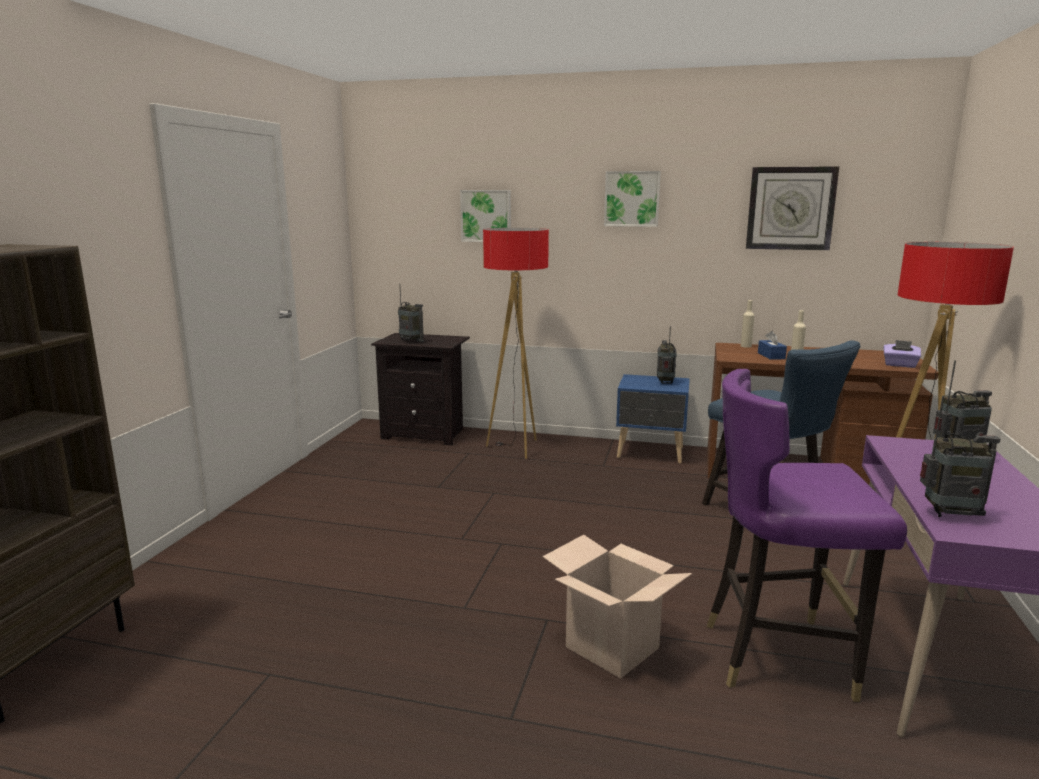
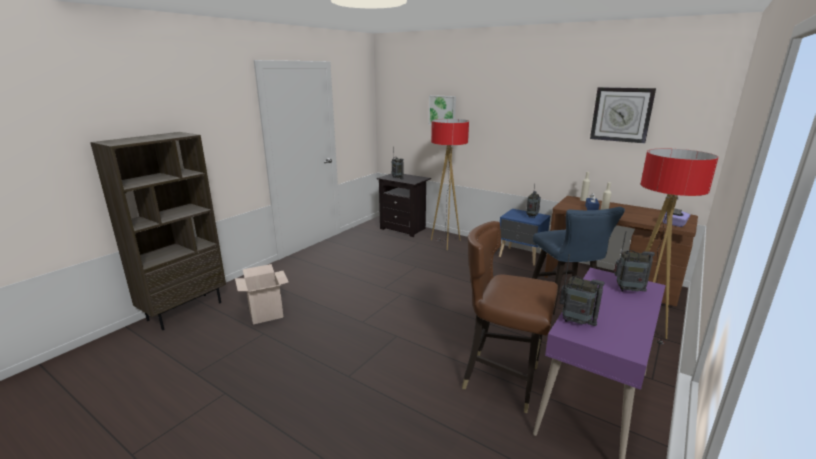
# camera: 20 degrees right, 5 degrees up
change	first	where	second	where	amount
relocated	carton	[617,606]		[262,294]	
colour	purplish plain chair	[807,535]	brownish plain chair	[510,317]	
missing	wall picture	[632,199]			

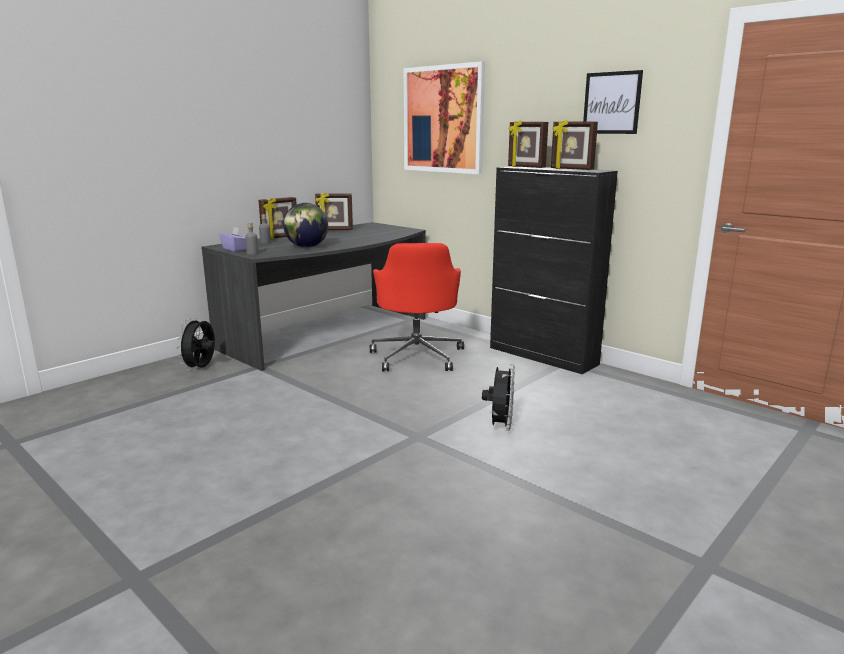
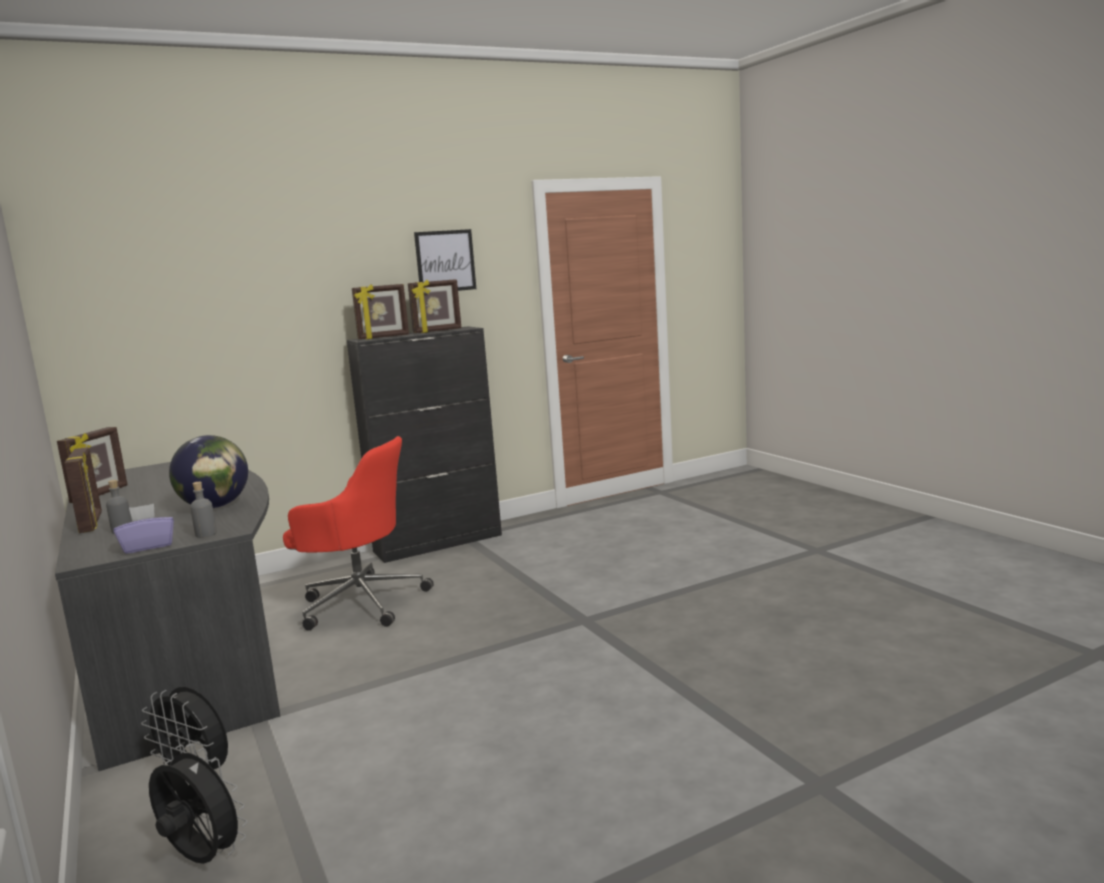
# camera: 70 degrees left, 5 degrees down
change	first	where	second	where	amount
relocated	black electric fan	[498,397]		[198,804]	
missing	wall picture	[444,117]			

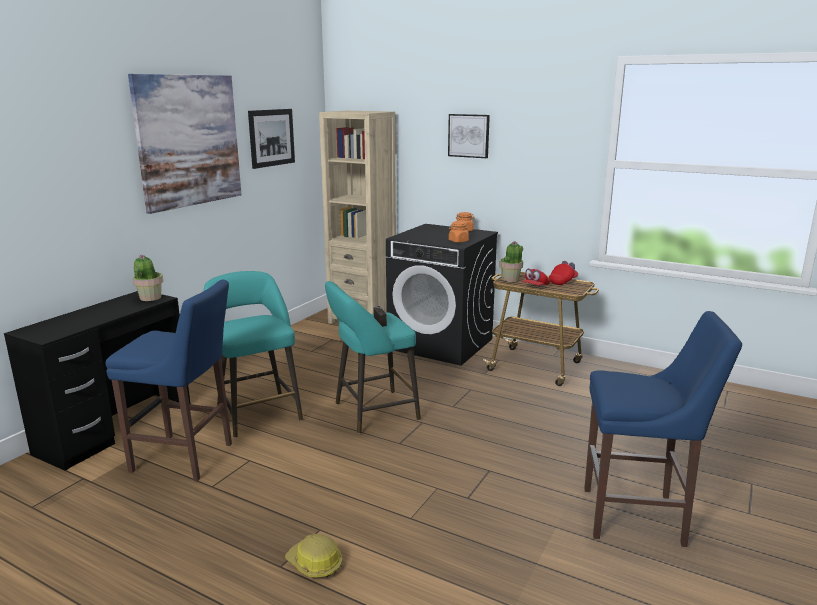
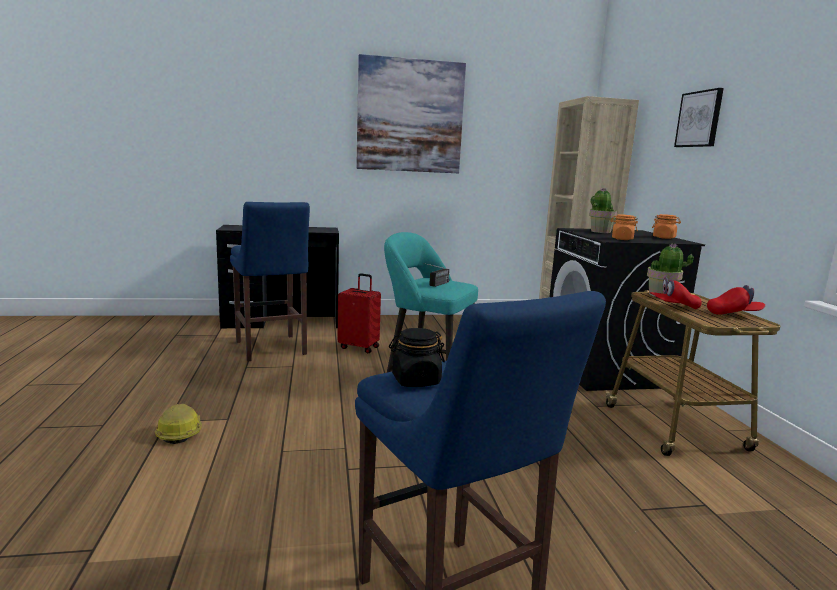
# camera: 50 degrees right, 5 degrees down
change	first	where	second	where	amount
exchanged	blue-green sitting stool	[253,354]	reddish suitcase	[359,313]	
appeared			black storage jar	[417,357]	
relocated	houseplant	[148,277]		[603,210]	
missing	wall picture	[271,139]			

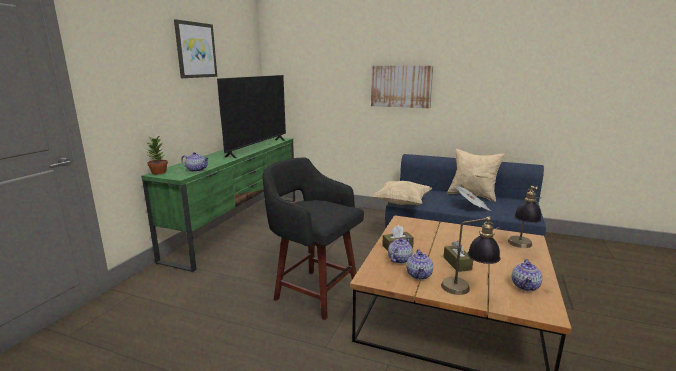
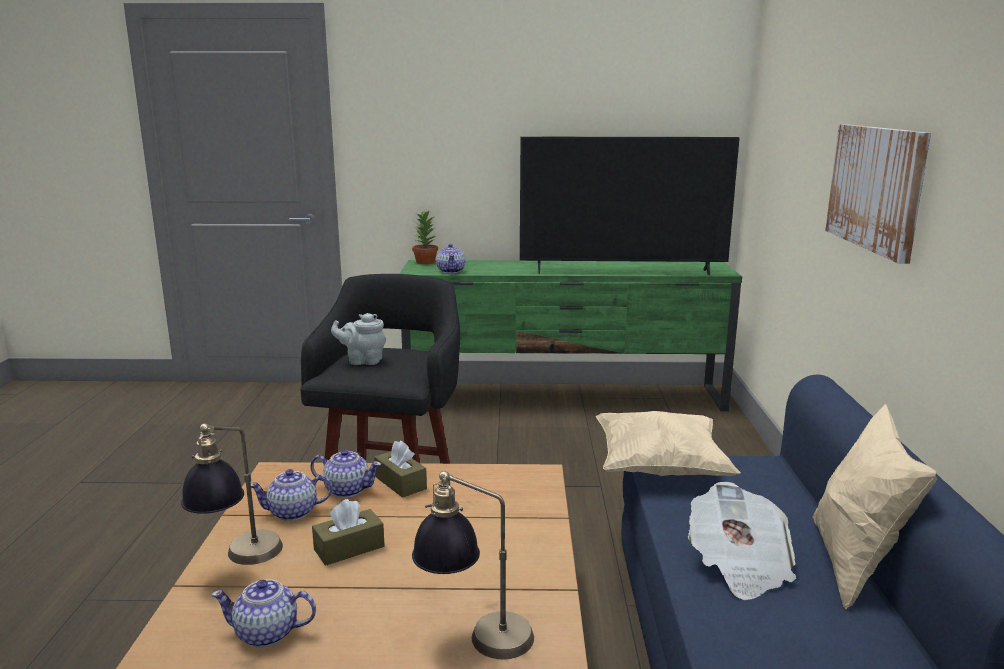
# camera: 70 degrees right, 0 degrees up
change	first	where	second	where	amount
appeared			grey teapot	[358,339]	
missing	wall picture	[195,48]			

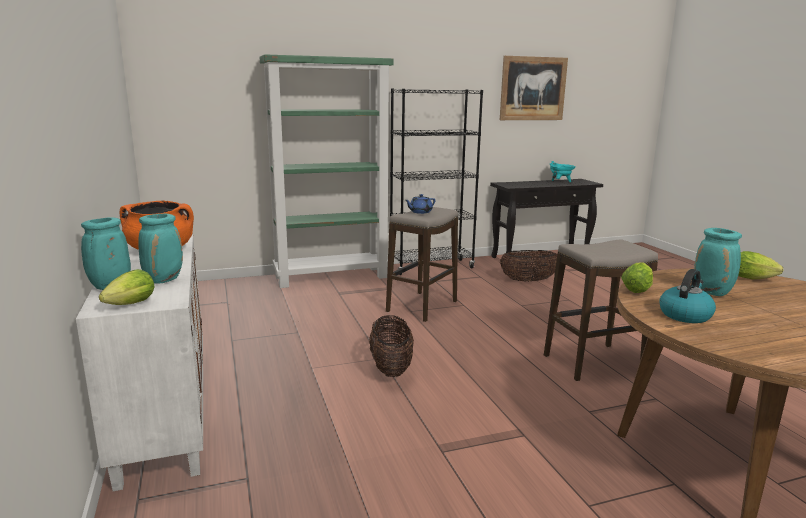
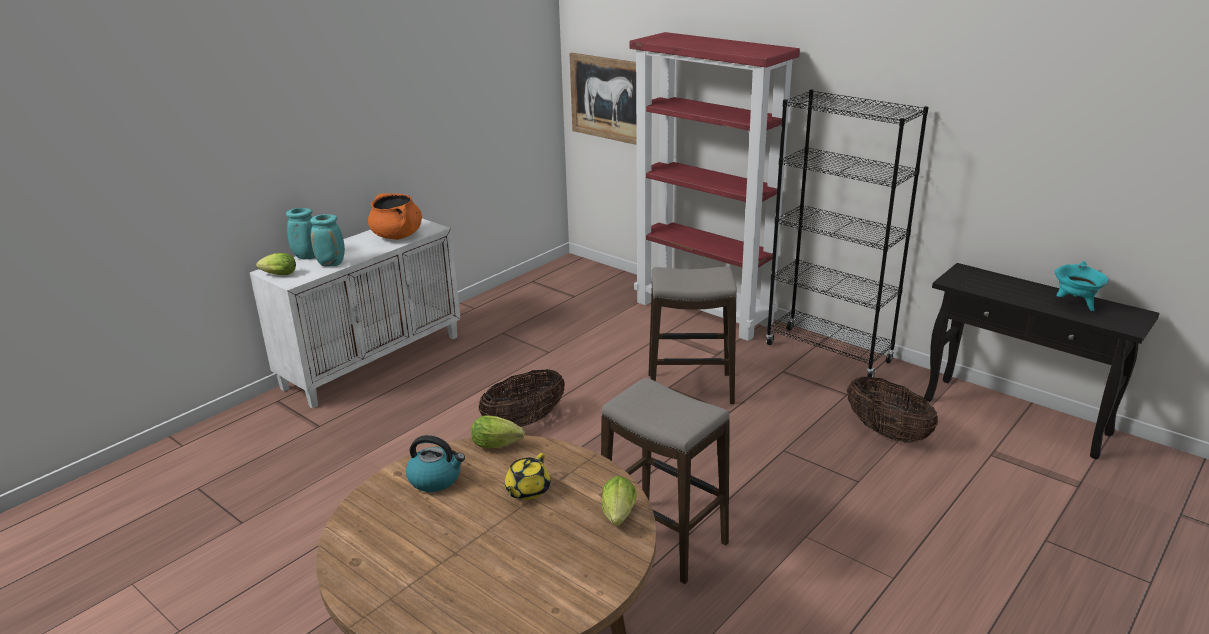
# camera: 60 degrees right, 10 degrees up
change	first	where	second	where	amount
exchanged	blue-green decorative vase	[718,262]	yellowish teapot	[528,476]	
relocated	wall picture	[534,88]		[603,99]	
colour	green-coloured bookcase	[327,171]	reddish bookcase	[715,186]	
missing	blue teapot	[420,204]			

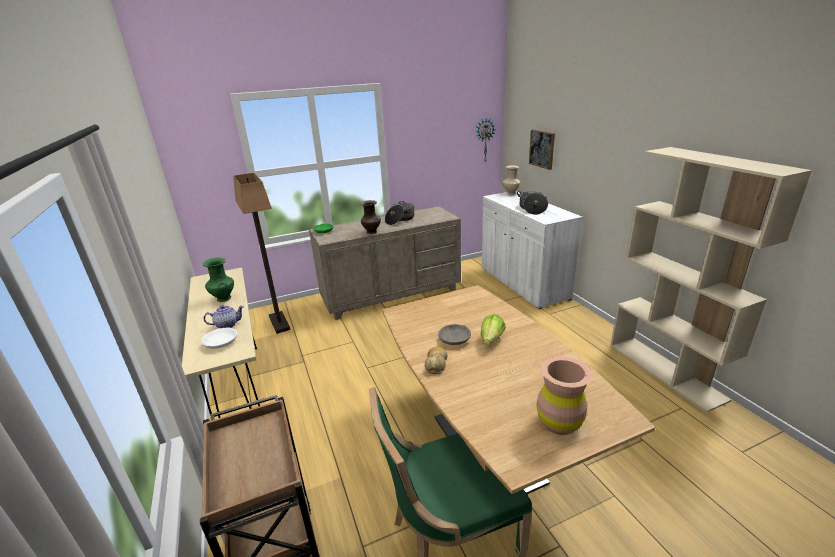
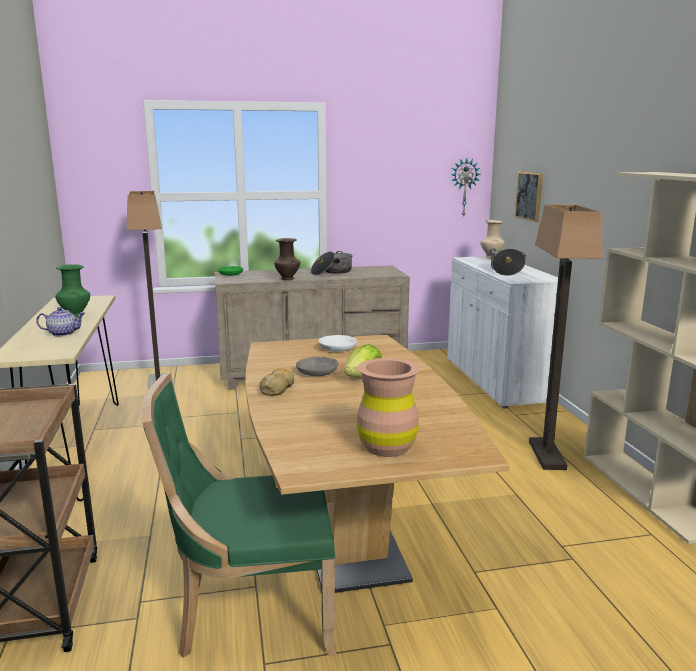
# camera: 10 degrees right, 10 degrees down
change	first	where	second	where	amount
relocated	white bowl	[219,338]		[337,343]	
appeared			standard lamp	[566,337]	

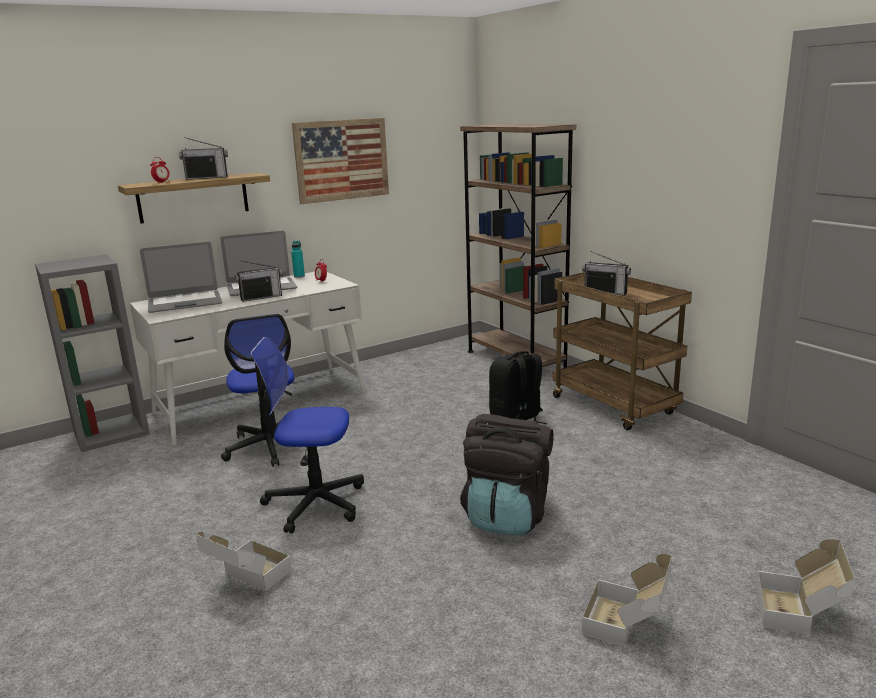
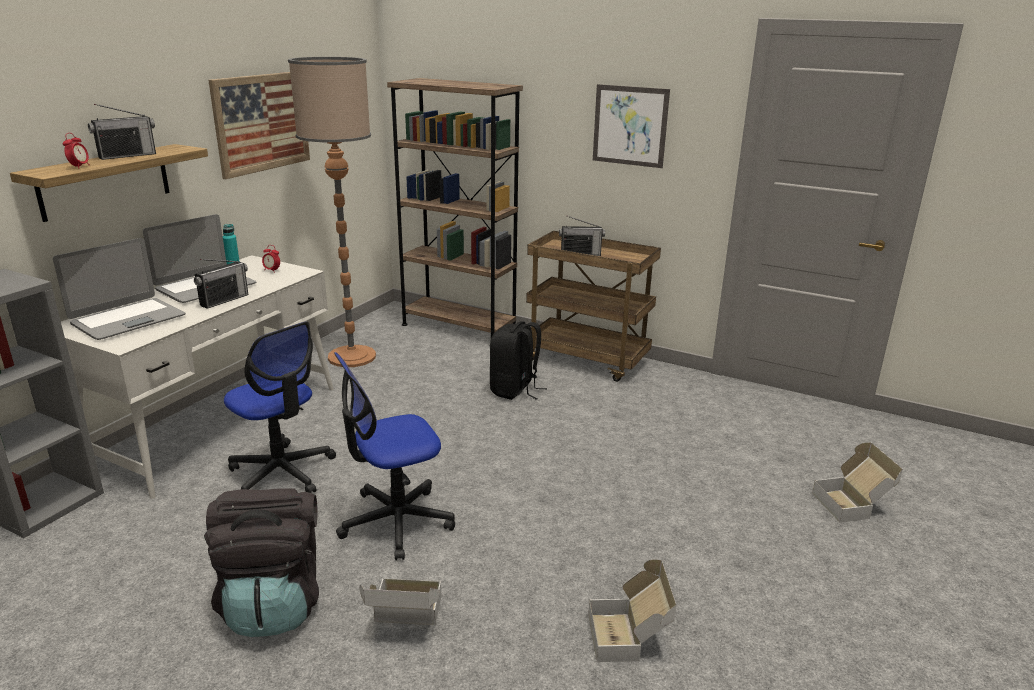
# camera: 30 degrees left, 5 degrees up
change	first	where	second	where	amount
relocated	black rucksack	[507,474]		[261,562]	
appeared			standard lamp	[332,212]	
relocated	carton	[627,600]		[632,610]	
appeared			wall picture	[631,126]	

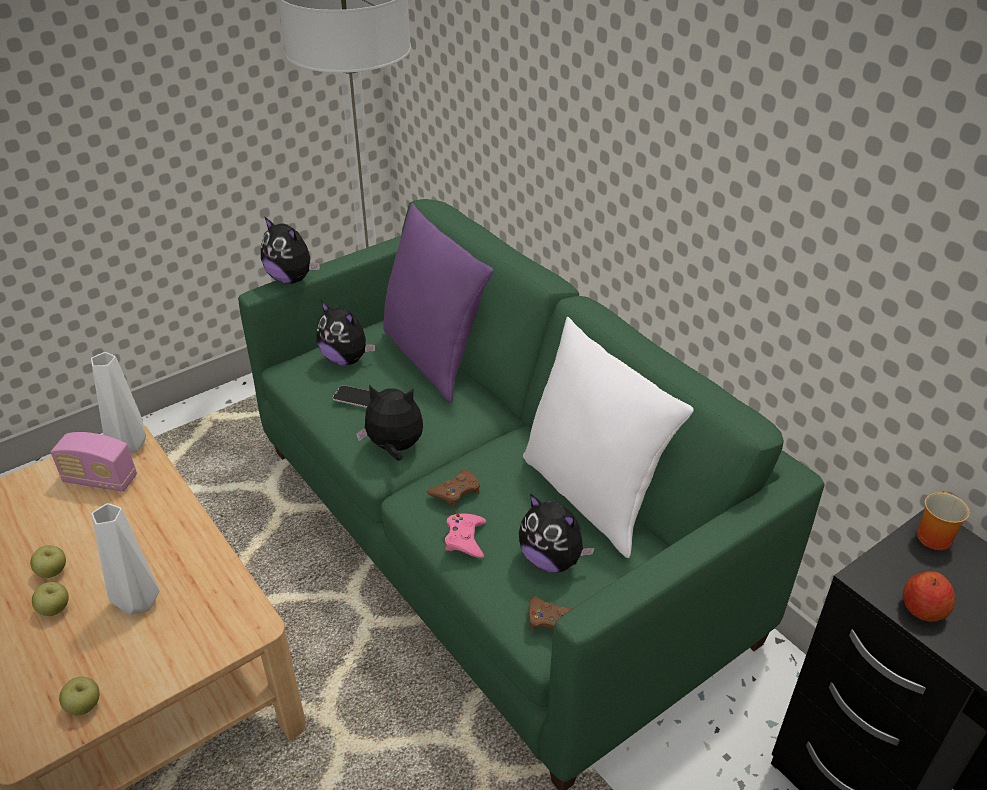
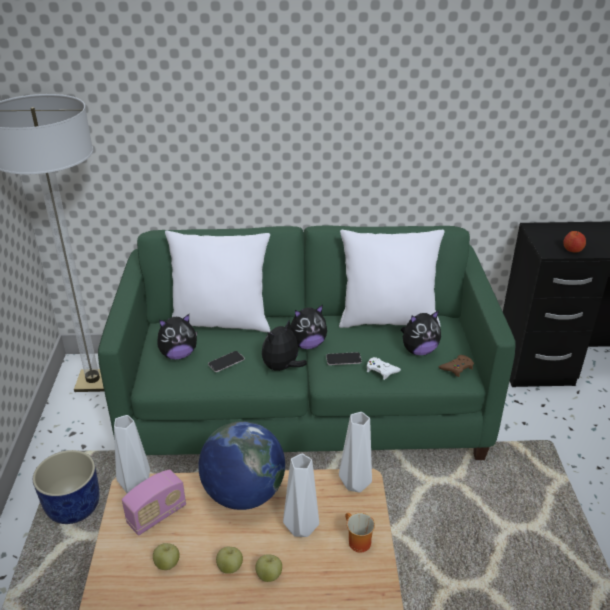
# camera: 55 degrees left, 5 degrees down
change	first	where	second	where	amount
appeared			blue flower pot	[66,487]	
relocated	whole apple	[79,696]		[166,556]	
colour	purplish throw pillow	[438,303]	white throw pillow	[217,281]	
appeared			desk globe	[241,465]	
relocated	soft toy	[290,250]		[309,327]	
exchanged	brownish game controller	[453,489]	telephone	[344,358]	
appeared			white decorative vase	[355,452]	
relocated	coffee mug	[943,520]		[360,532]	
colour	pink-coloured game controller	[465,536]	white game controller	[384,368]	

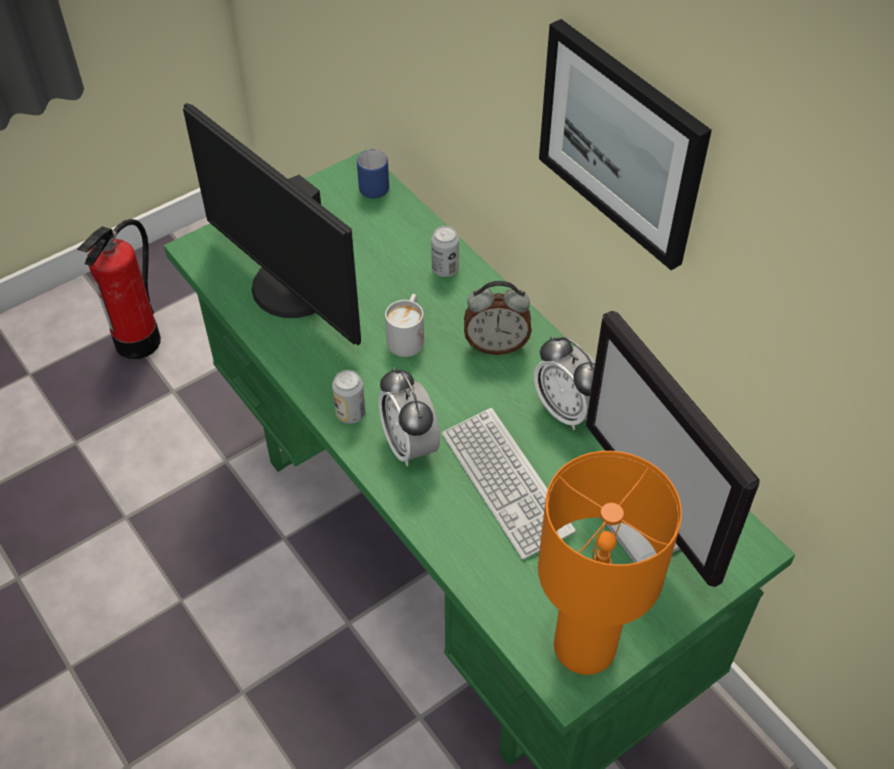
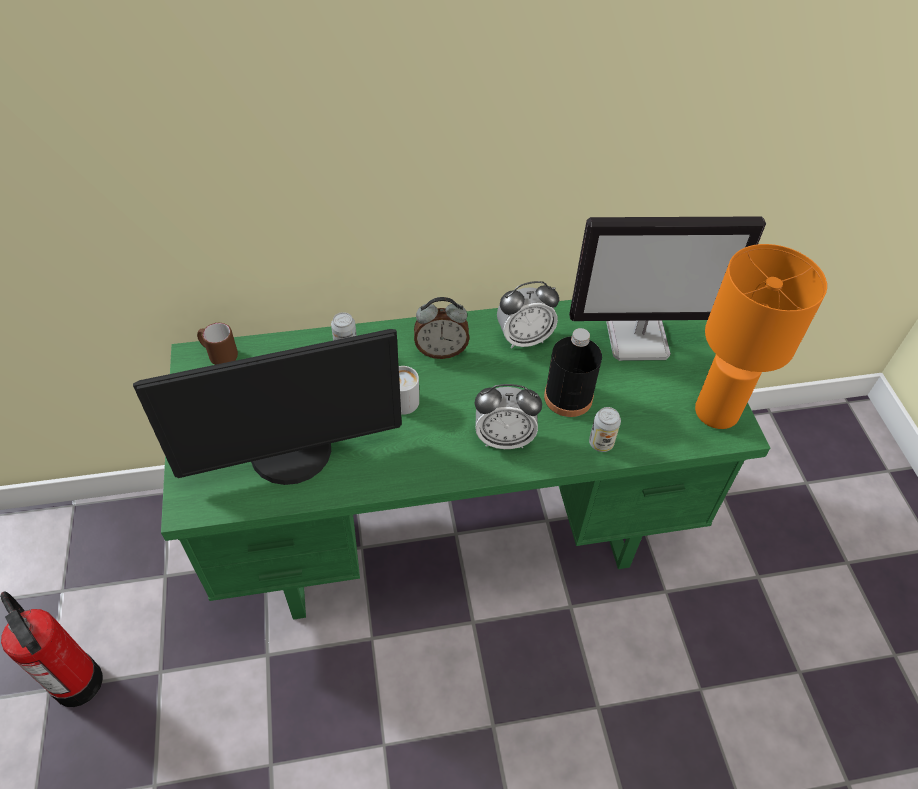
# camera: 65 degrees left, 0 degrees up
change	first	where	second	where	amount
colour	blue coffee mug	[373,173]	brownish coffee mug	[217,344]	
spun	alarm clock	[498,318]		[442,328]	60 degrees clockwise
exchanged	PC keyboard	[509,484]	black beverage bottle	[573,372]	
relocated	metal can	[348,397]		[605,429]	
missing	wall picture	[625,144]			

